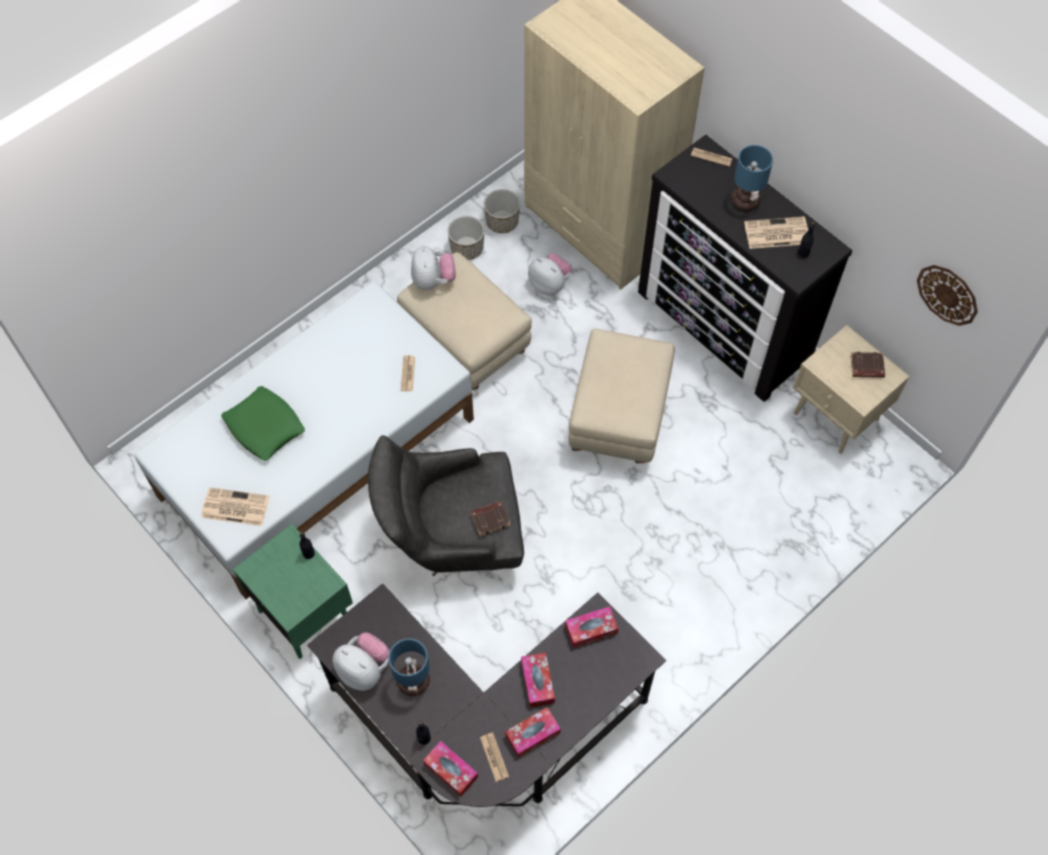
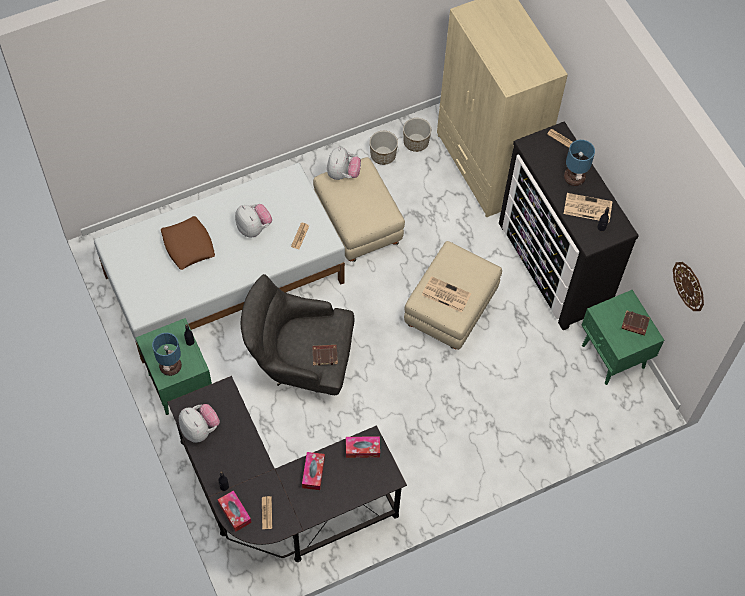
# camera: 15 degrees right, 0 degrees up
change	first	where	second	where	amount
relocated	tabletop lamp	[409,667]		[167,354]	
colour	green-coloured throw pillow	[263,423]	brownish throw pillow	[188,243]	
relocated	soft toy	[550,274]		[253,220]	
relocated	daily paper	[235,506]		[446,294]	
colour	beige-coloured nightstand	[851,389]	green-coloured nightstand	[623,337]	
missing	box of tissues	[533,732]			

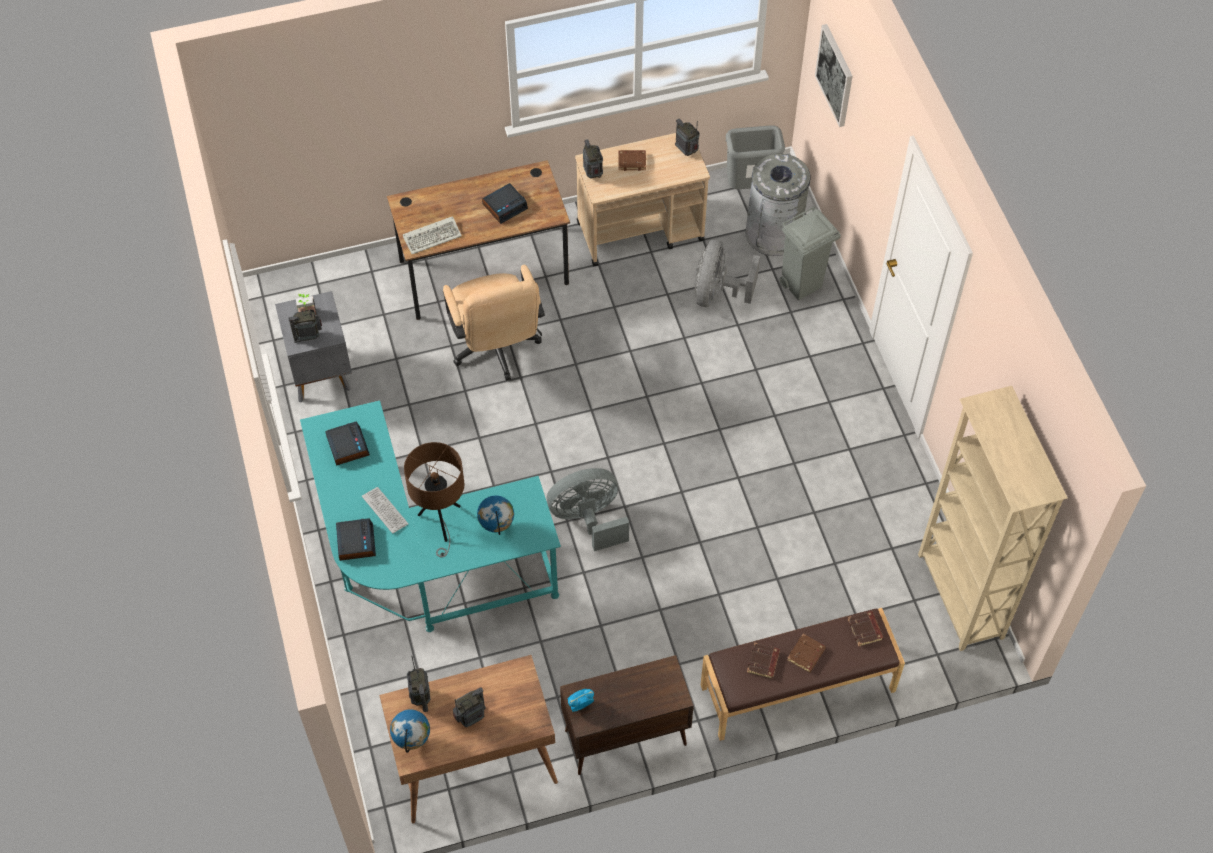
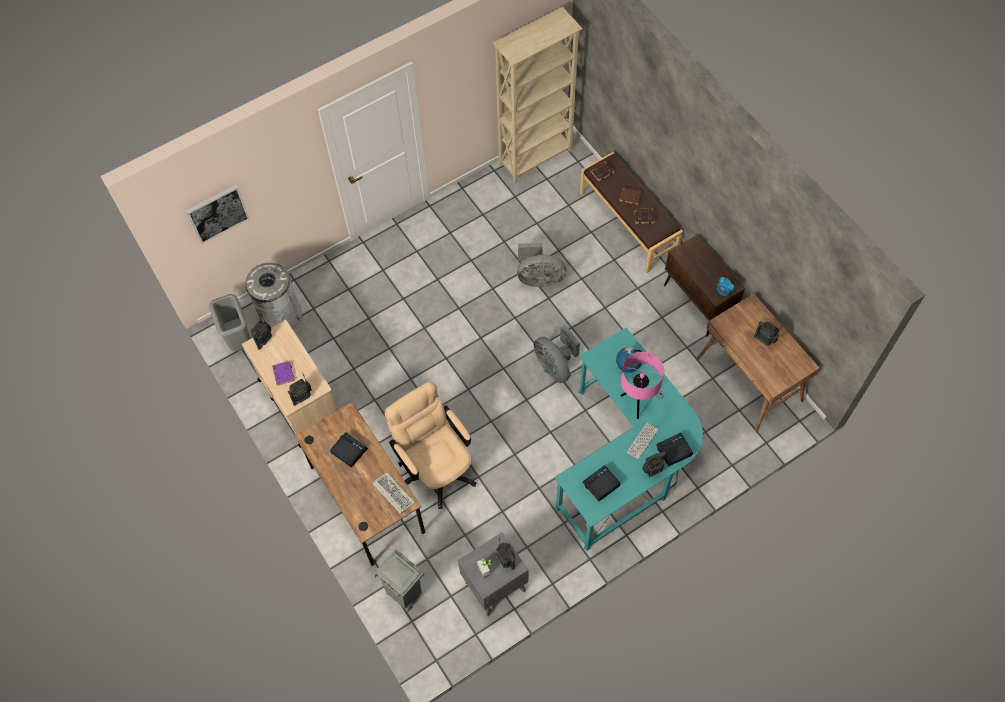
# camera: 105 degrees left, 5 degrees up
change	first	where	second	where	amount
colour	brownish bound book	[632,160]	purplish bound book	[283,373]	
relocated	grey trash can	[810,253]		[399,580]	
spun	beige-coloured office chair	[494,323]		[430,445]	90 degrees counterclockwise
relocated	grey electric fan	[727,273]		[541,265]	
colour	brownish tabletop lamp	[434,499]	pink-coloured tabletop lamp	[642,385]	
relocated	radio receiver	[419,684]		[654,464]	
missing	desk globe	[410,731]			

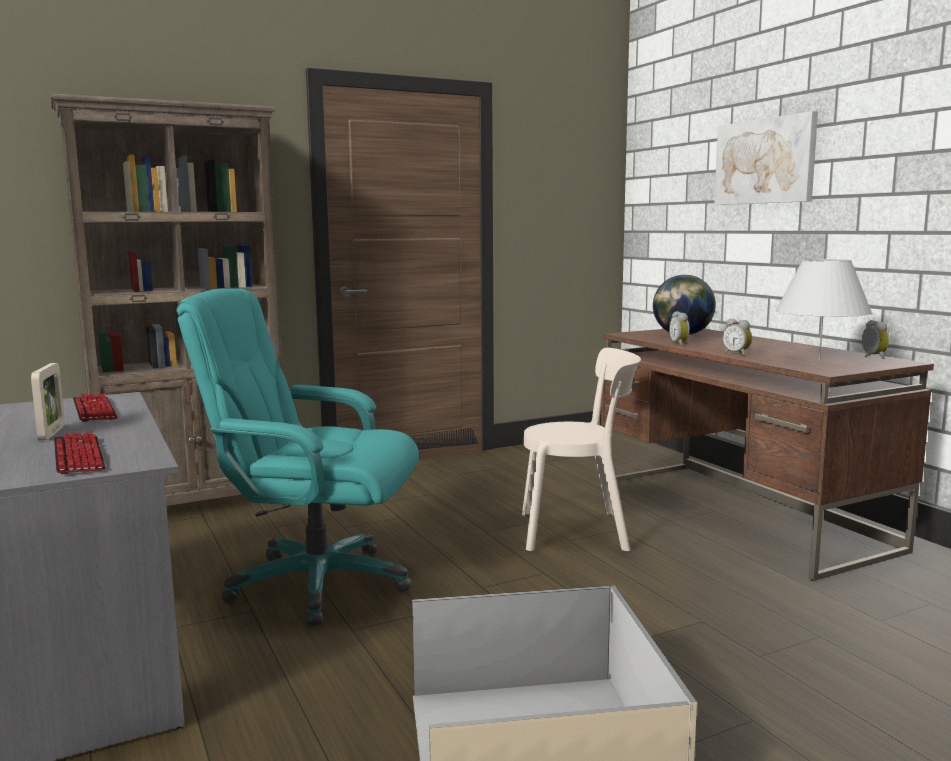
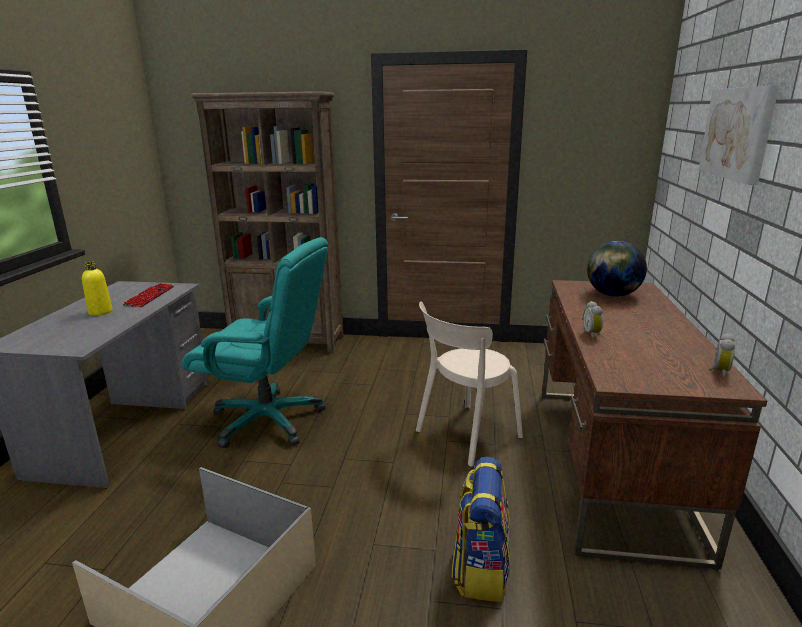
# camera: 35 degrees right, 10 degrees up
change	first	where	second	where	amount
exchanged	standing frame	[48,401]	yellowish beverage bottle	[97,289]	
spun	blue-green office chair	[298,457]		[255,342]	150 degrees clockwise
spun	beige-coloured plain chair	[581,450]		[469,384]	105 degrees clockwise
appeared			rucksack	[481,529]	
missing	PC keyboard	[80,453]			
missing	alarm clock	[679,328]			
missing	white tabletop lamp	[823,309]			

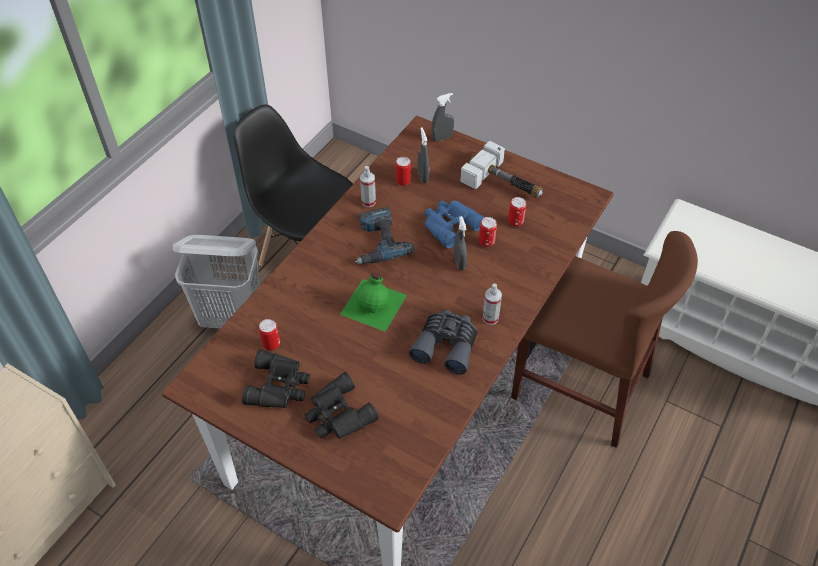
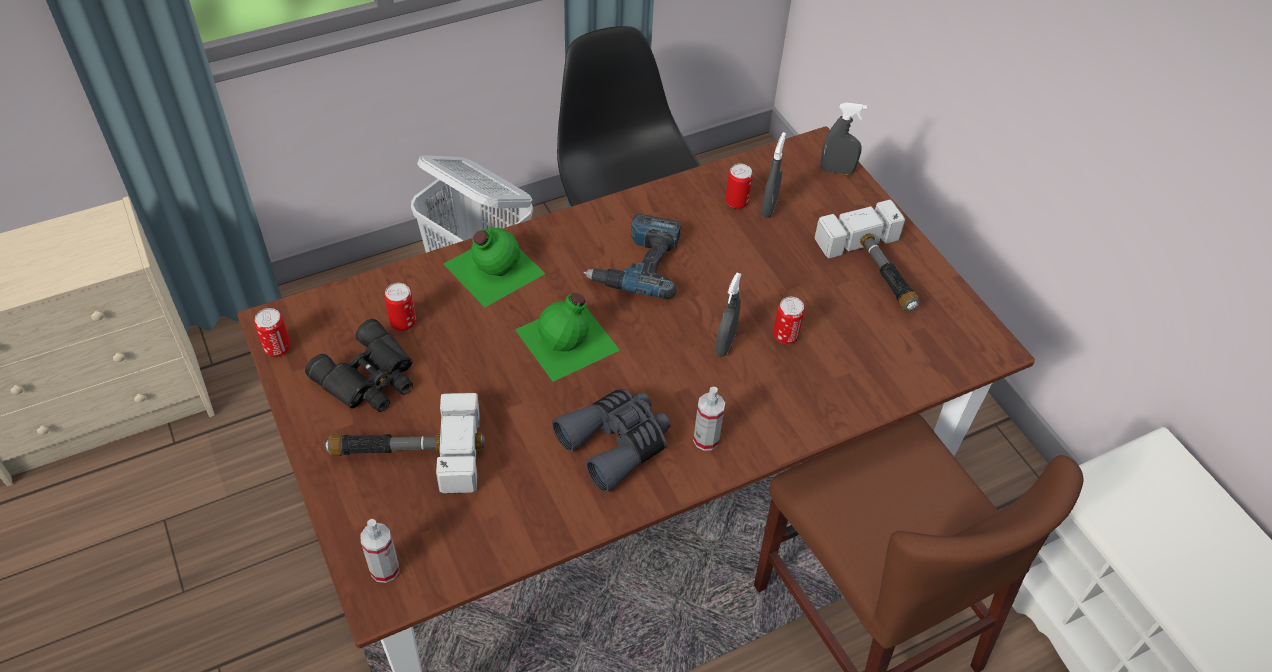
# camera: 30 degrees right, 0 degrees up
change	first	where	second	where	amount
relocated	metal can	[517,212]		[272,332]	
exchanged	black pair of binoculars	[341,405]	tool hammer	[405,443]	
relocated	spray bottle	[368,186]		[379,551]	
appeared			green-coloured beverage bottle	[494,267]	
missing	blue pair of binoculars	[454,224]			

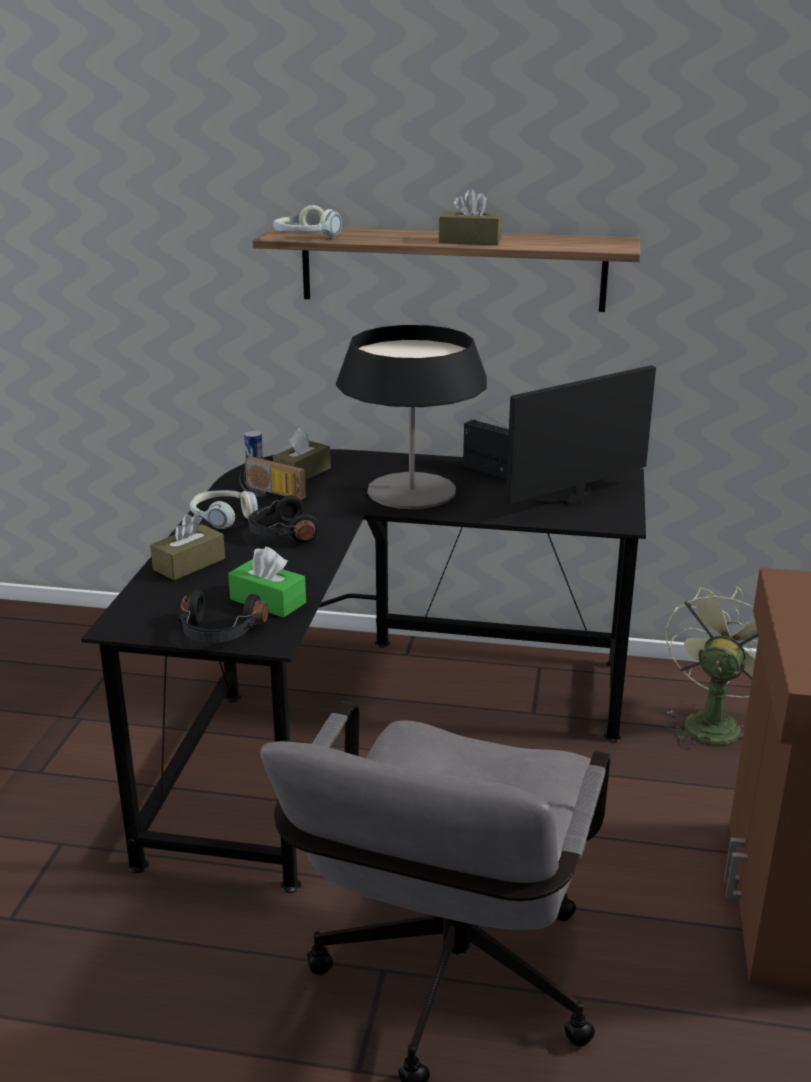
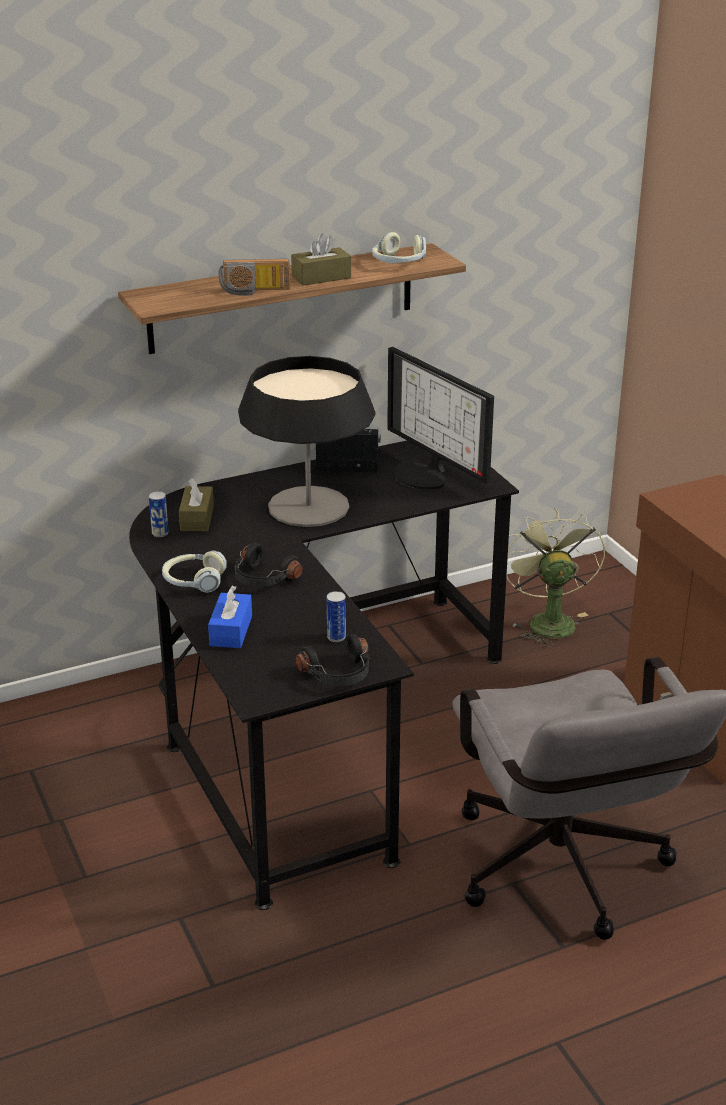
# camera: 35 degrees left, 5 degrees up
change	first	where	second	where	amount
colour	brownish box of tissues	[187,547]	blue box of tissues	[230,616]	
relocated	radio receiver	[273,478]		[254,277]	
exchanged	green-coloured box of tissues	[267,582]	metal can	[336,616]	
relocated	pair of headphones	[307,221]		[399,247]	
spun	computer display	[581,435]		[440,418]	60 degrees counterclockwise

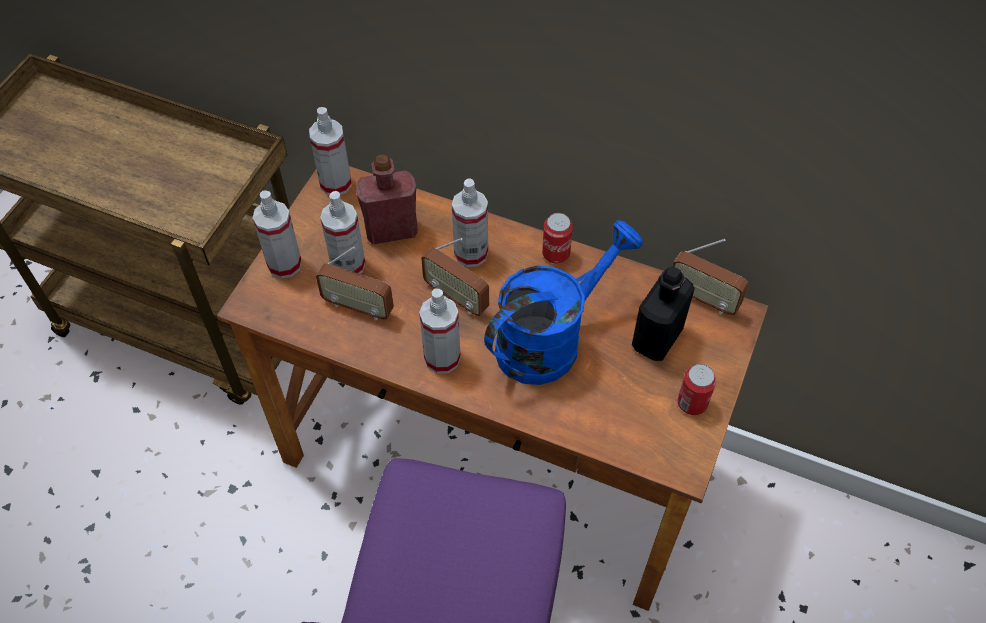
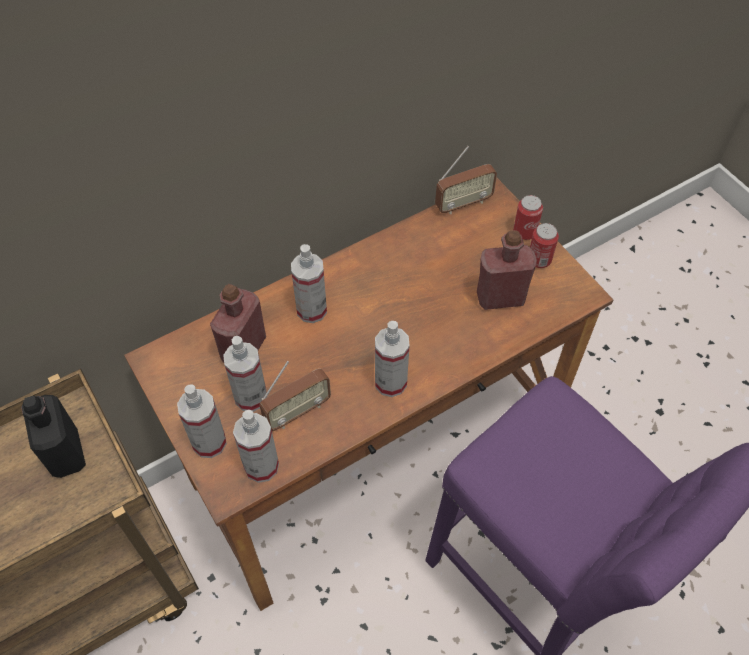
# camera: 55 degrees left, 0 degrees up
change	first	where	second	where	amount
relocated	black beverage bottle	[663,313]		[53,436]	
relocated	spray bottle	[330,151]		[256,446]	
appeared			reddish beverage bottle	[507,270]	
relocated	metal can	[557,238]		[528,217]	
missing	radio receiver	[455,277]			
missing	blue watering can	[563,302]			

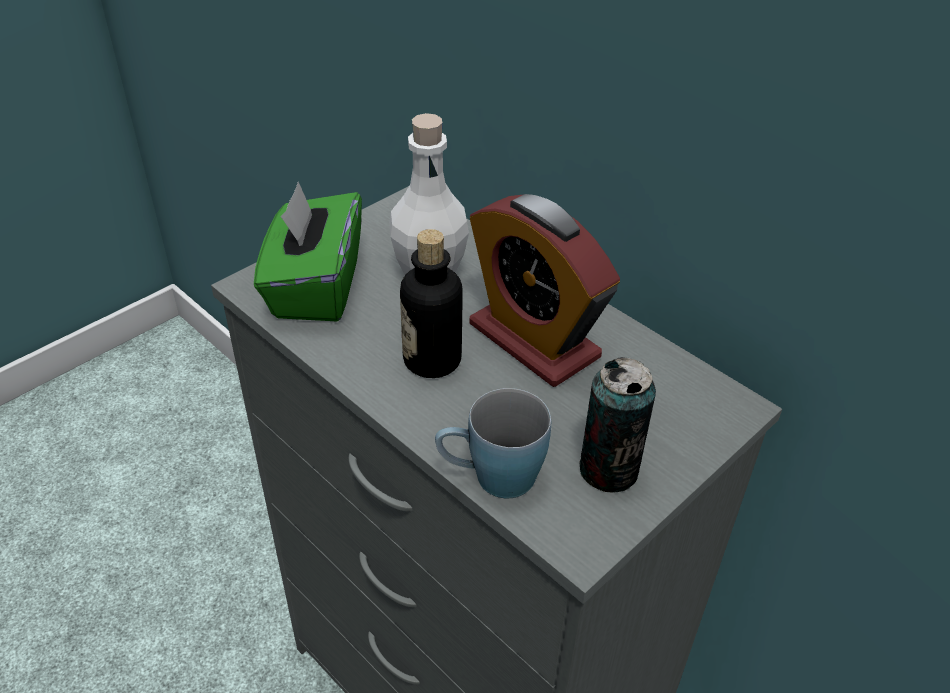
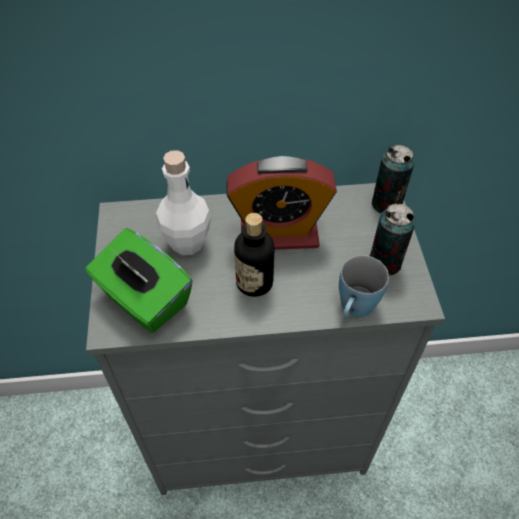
# camera: 50 degrees left, 10 degrees up
change	first	where	second	where	amount
appeared			metal can	[392,179]	

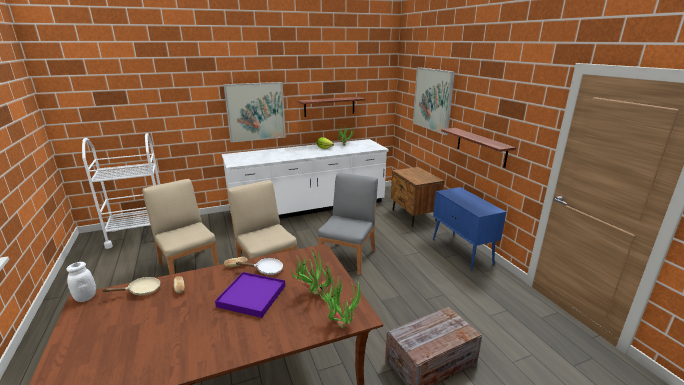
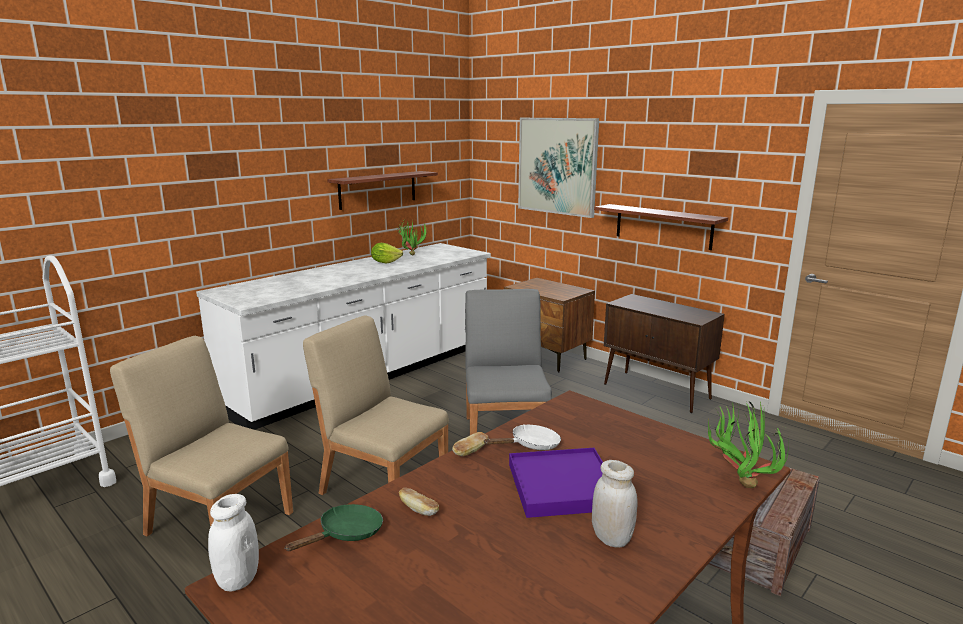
# camera: 25 degrees left, 5 degrees down
change	first	where	second	where	amount
colour	beige-coloured pan	[131,286]	green-coloured pan	[333,527]	
appeared			white storage jar	[615,504]	
colour	blue cabinet	[469,229]	brownish cabinet	[664,353]	
missing	wall picture	[254,112]			
missing	houseplant	[311,272]			

